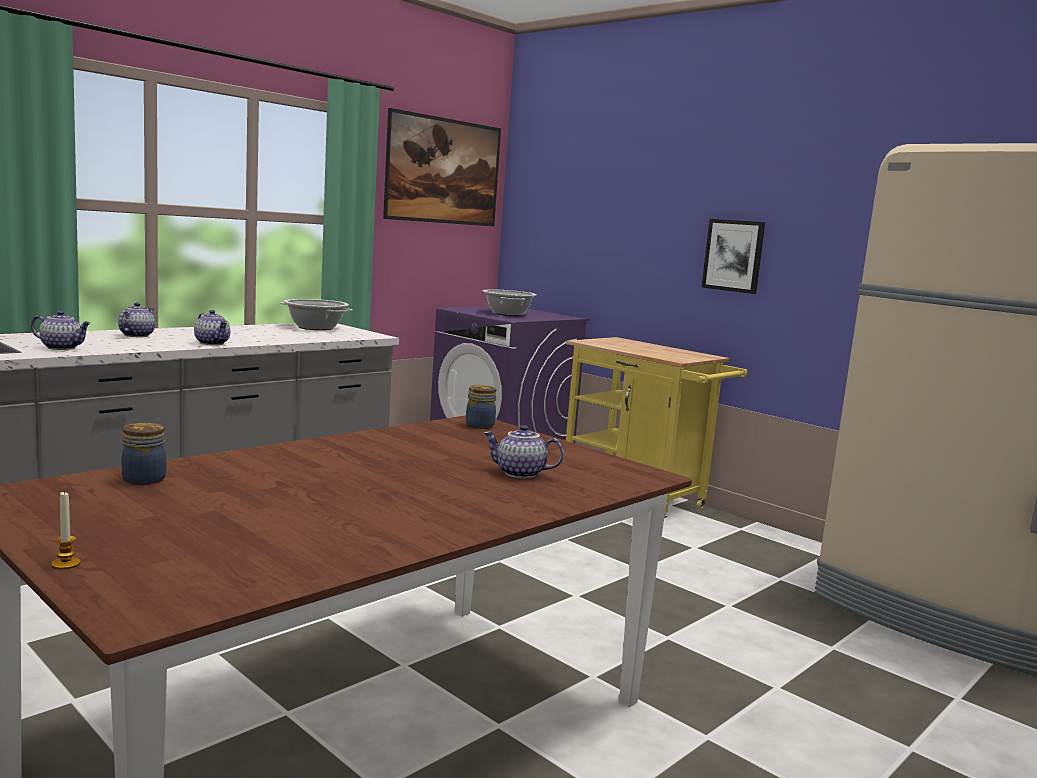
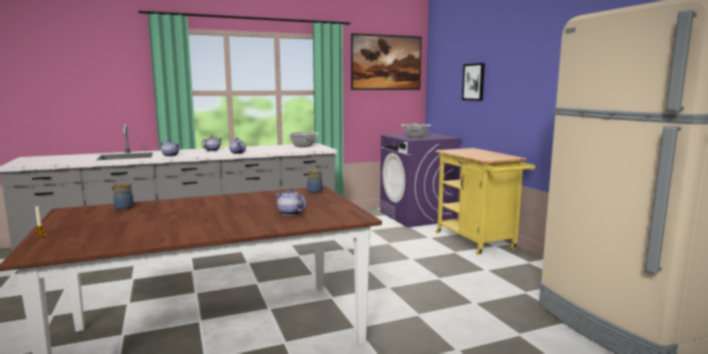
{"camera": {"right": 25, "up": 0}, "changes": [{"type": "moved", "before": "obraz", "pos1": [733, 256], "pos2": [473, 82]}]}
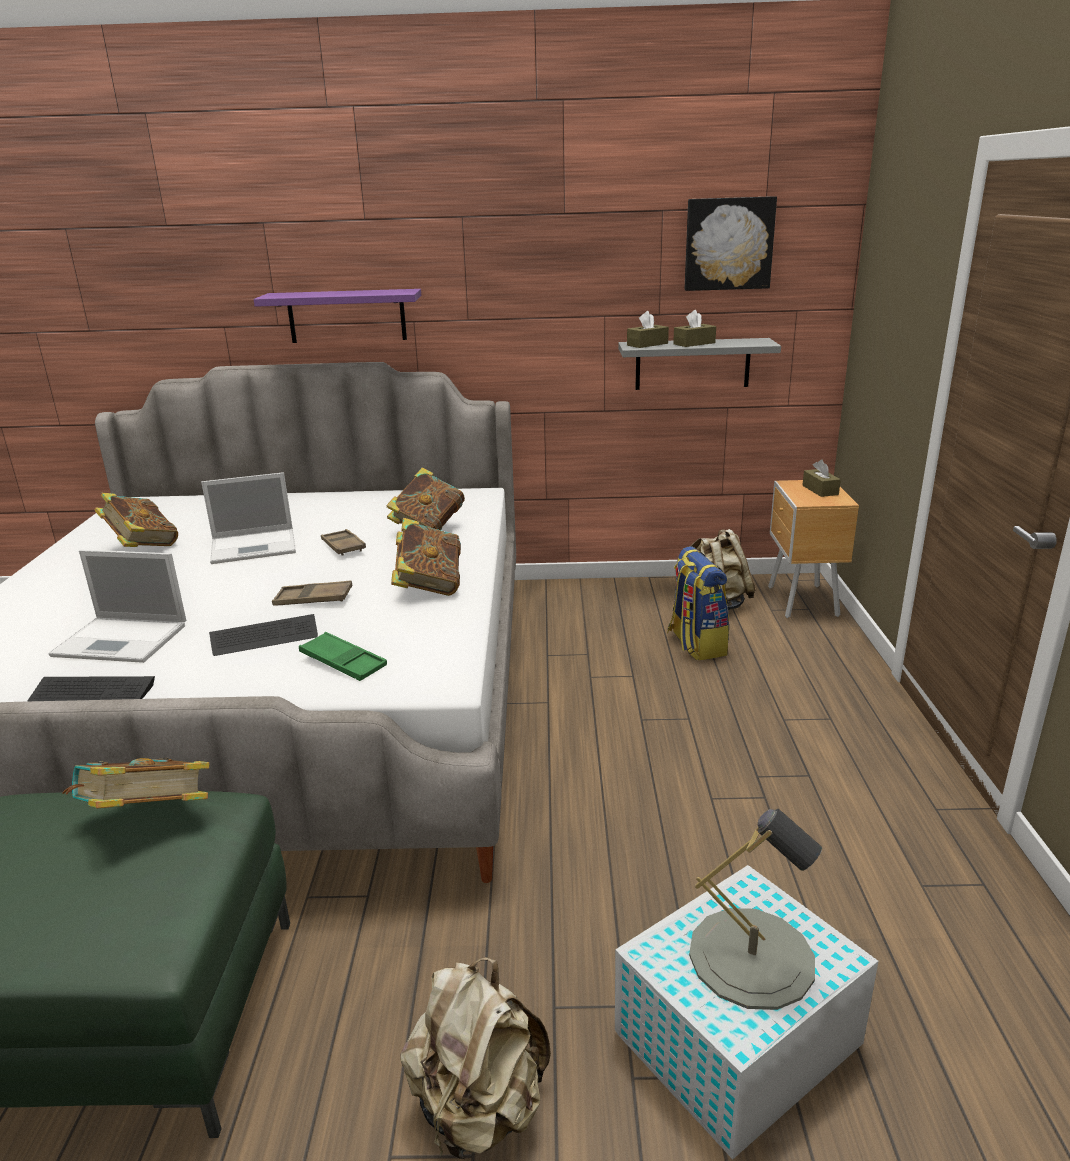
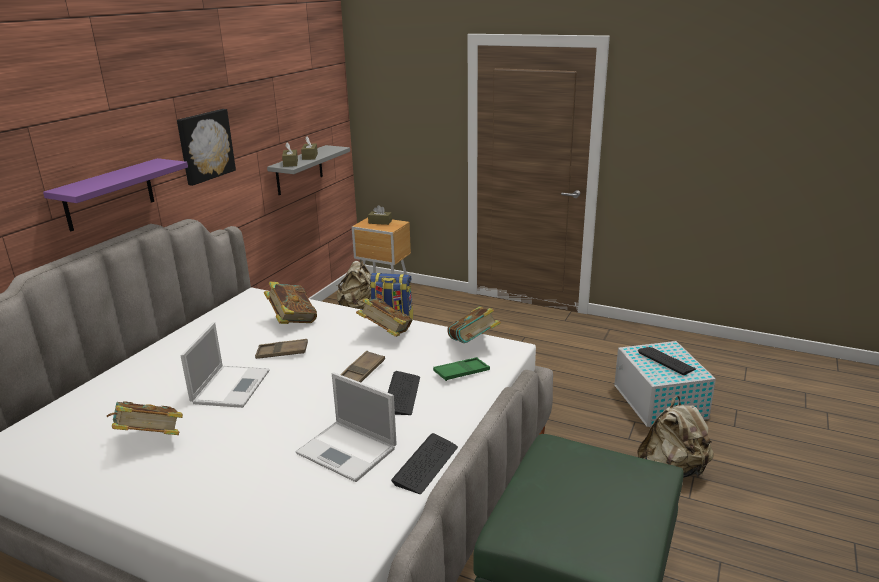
{"camera": {"right": -65, "up": 0}, "changes": [{"type": "turned", "before": "laptop", "pos1": [117, 606], "pos2": [346, 427], "turn": 90}, {"type": "moved", "before": "książka", "pos1": [136, 783], "pos2": [474, 324]}, {"type": "moved", "before": "obraz", "pos1": [731, 243], "pos2": [206, 147]}, {"type": "replaced", "before": "lampa stołowa [szary]", "after": "klawiatura", "pos1": [755, 909], "pos2": [667, 361]}]}
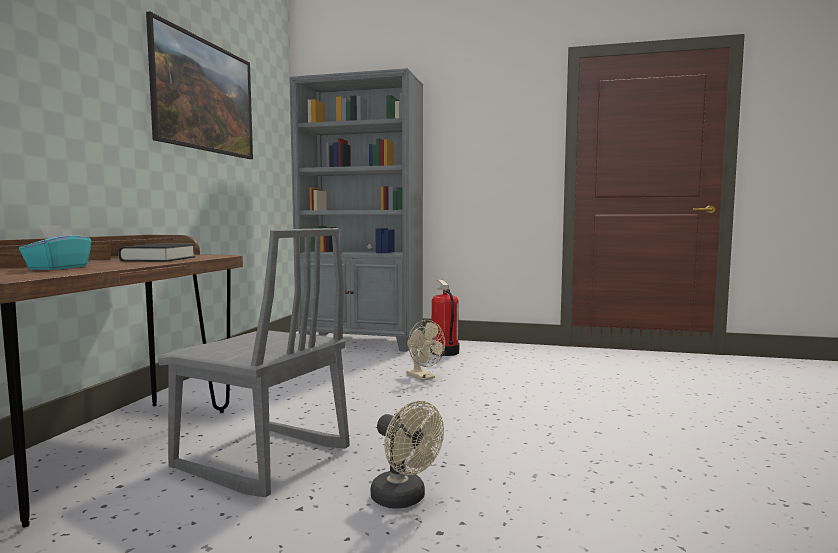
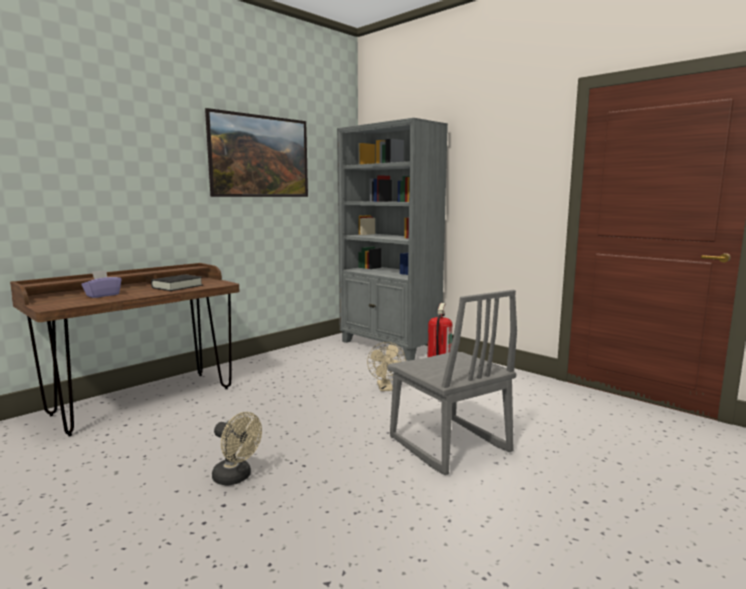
{"camera": {"right": 30, "up": 5}, "changes": [{"type": "recoloured", "before": "pudełko chusteczek [turkusowy]", "after": "pudełko chusteczek [fioletowy]", "pos1": [55, 247], "pos2": [101, 284]}, {"type": "moved", "before": "krzesło [szary]", "pos1": [254, 362], "pos2": [452, 382]}, {"type": "turned", "before": "wentylator [beżowy]", "pos1": [407, 454], "pos2": [237, 449], "turn": -45}]}
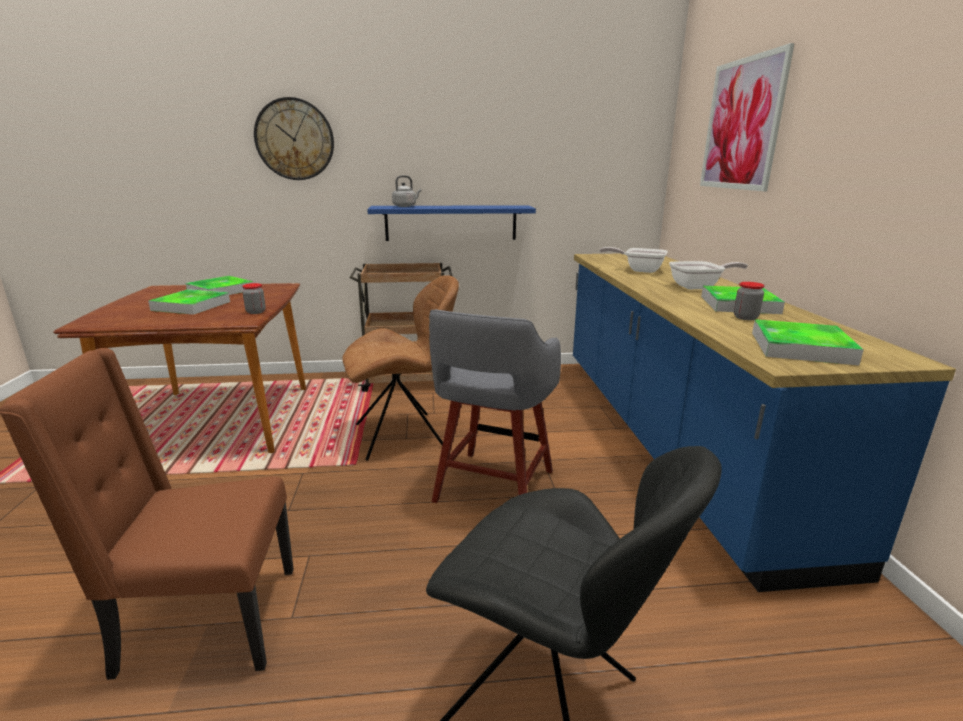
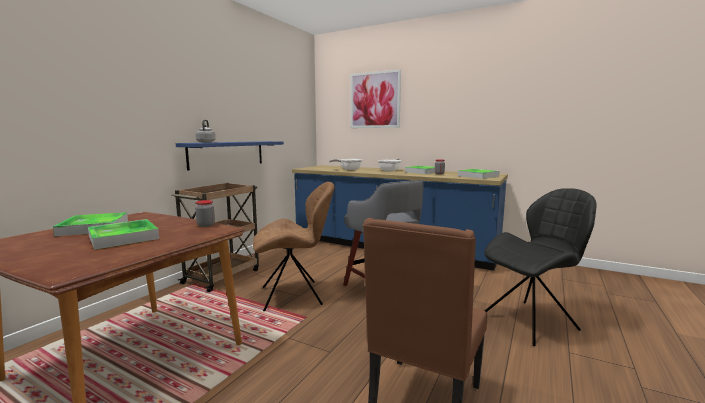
{"camera": {"right": -55, "up": -10}, "changes": [{"type": "removed", "before": "zegar ścienny", "pos1": [294, 138]}, {"type": "turned", "before": "krzesło [brązowy]", "pos1": [400, 368], "pos2": [294, 246], "turn": 60}]}
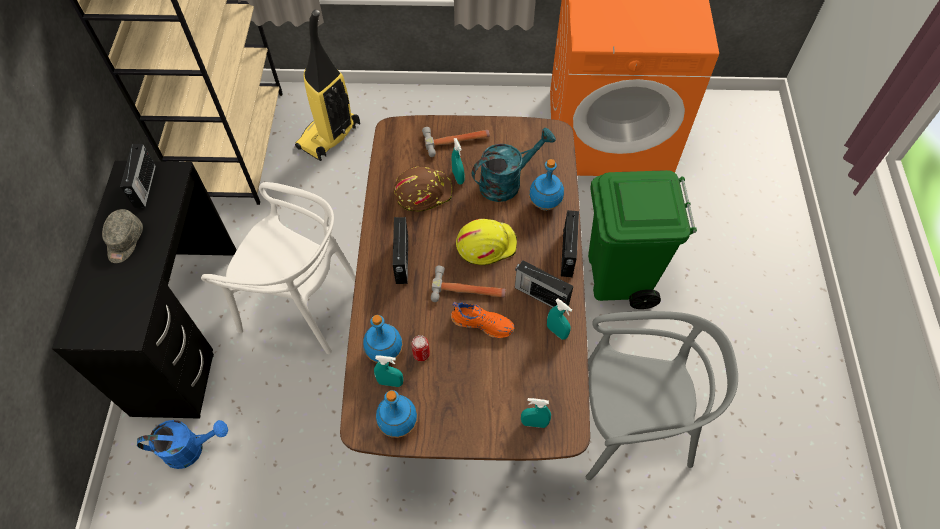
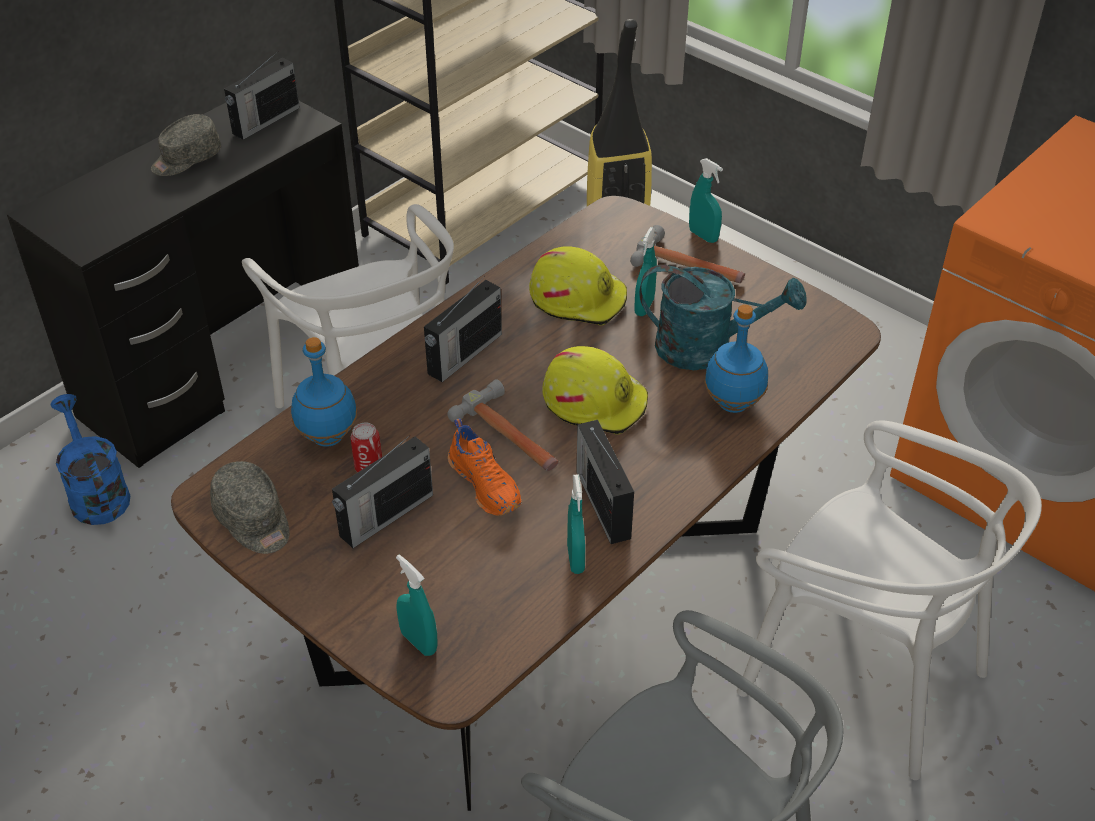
{"camera": {"right": 40, "up": -15}, "changes": [{"type": "turned", "before": "konewka [niebieski]", "pos1": [182, 444], "pos2": [90, 459], "turn": -150}, {"type": "moved", "before": "spryskiwacz [turkusowy]", "pos1": [388, 371], "pos2": [706, 200]}, {"type": "replaced", "before": "butelka [niebieski]", "after": "czapka z daszkiem [szary]", "pos1": [397, 414], "pos2": [249, 507]}, {"type": "recoloured", "before": "kask [brązowy]", "after": "kask [żółty]", "pos1": [423, 189], "pos2": [578, 285]}, {"type": "moved", "before": "radio", "pos1": [570, 243], "pos2": [382, 491]}, {"type": "replaced", "before": "kosz na śmieci [zielony]", "after": "krzesło [biały]", "pos1": [642, 239], "pos2": [889, 600]}]}
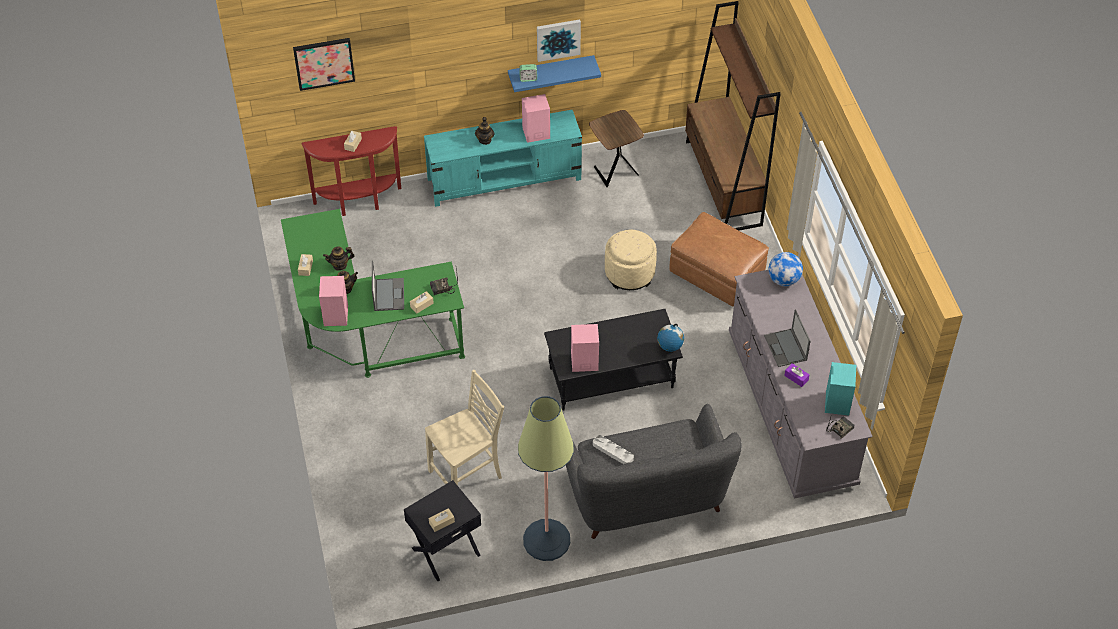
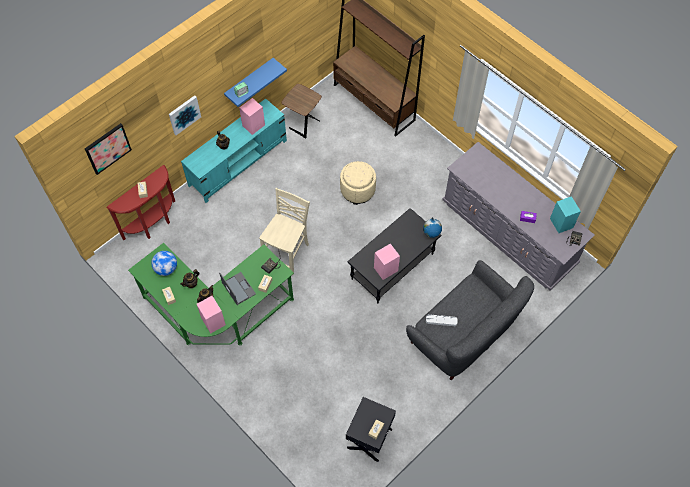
{"camera": {"right": -30, "up": 10}, "changes": [{"type": "moved", "before": "krzesło [beżowy]", "pos1": [464, 428], "pos2": [284, 230]}, {"type": "removed", "before": "lampa stojąca", "pos1": [546, 478]}, {"type": "moved", "before": "obraz", "pos1": [559, 40], "pos2": [185, 115]}, {"type": "removed", "before": "pufa [brązowy]", "pos1": [719, 259]}, {"type": "removed", "before": "laptop", "pos1": [787, 338]}, {"type": "moved", "before": "globus", "pos1": [785, 269], "pos2": [164, 263]}]}
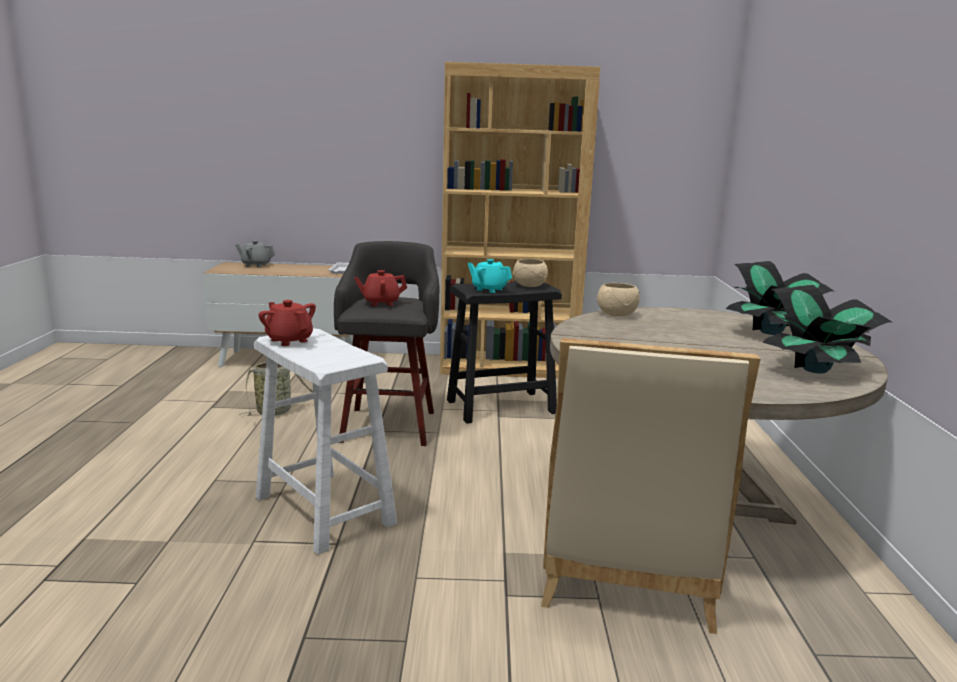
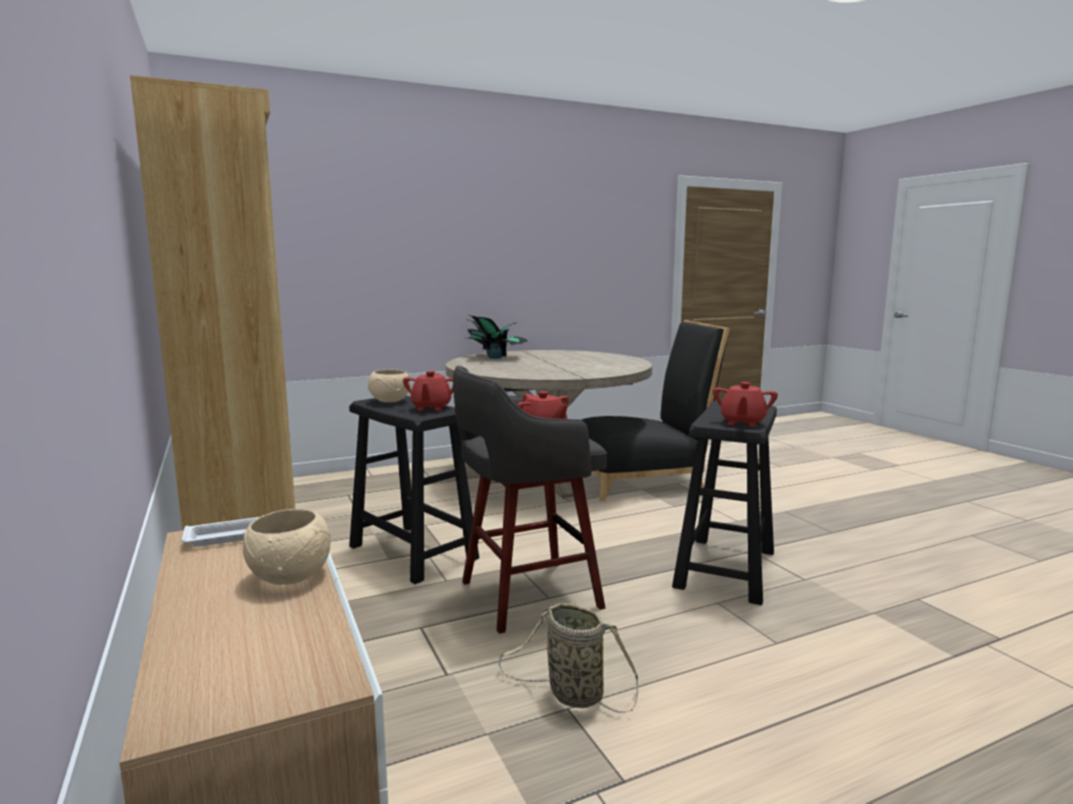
{"camera": {"right": -115, "up": -5}, "changes": [{"type": "removed", "before": "imbryk [szary]", "pos1": [255, 254]}, {"type": "recoloured", "before": "stołek [biały]", "after": "stołek [czarny]", "pos1": [325, 441], "pos2": [724, 503]}, {"type": "recoloured", "before": "imbryk [turkusowy]", "after": "imbryk [czerwony]", "pos1": [490, 276], "pos2": [428, 391]}, {"type": "recoloured", "before": "krzesło [beżowy]", "after": "krzesło [czarny]", "pos1": [651, 486], "pos2": [655, 410]}, {"type": "moved", "before": "miska [beżowy]", "pos1": [618, 299], "pos2": [287, 547]}, {"type": "removed", "before": "roślina doniczkowa", "pos1": [828, 329]}]}
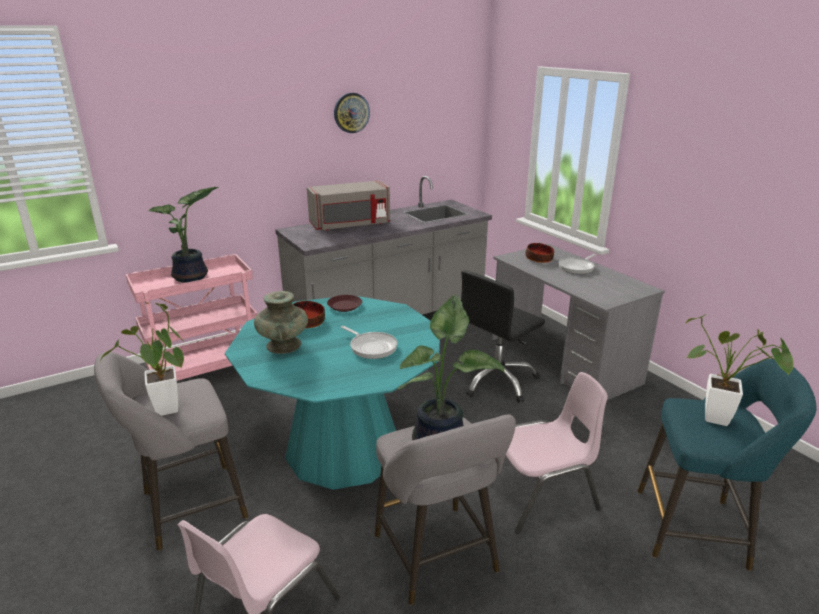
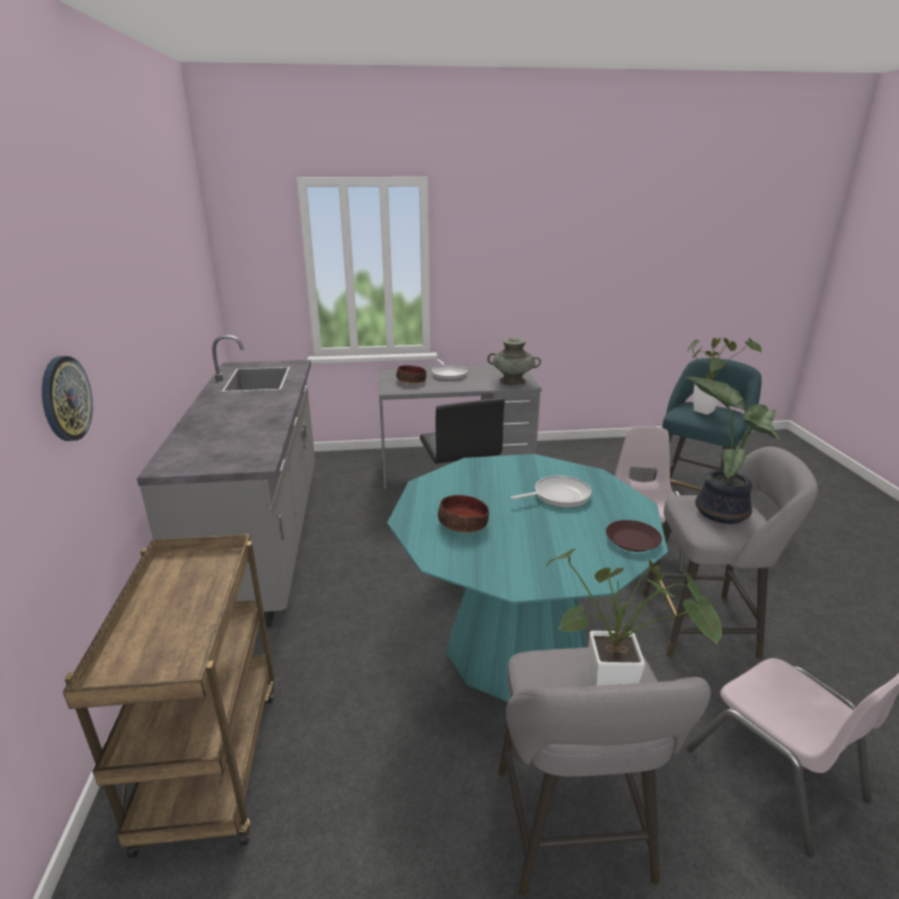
{"camera": {"right": -65, "up": 0}, "changes": [{"type": "recoloured", "before": "wózek [różowy]", "after": "wózek [brązowy]", "pos1": [191, 317], "pos2": [168, 696]}, {"type": "removed", "before": "roślina doniczkowa", "pos1": [183, 235]}, {"type": "moved", "before": "wazon [turkusowy]", "pos1": [281, 322], "pos2": [514, 362]}, {"type": "removed", "before": "mikrofalówka [szary]", "pos1": [348, 205]}, {"type": "moved", "before": "talerz [brązowy]", "pos1": [344, 303], "pos2": [634, 536]}, {"type": "moved", "before": "zegar ścienny", "pos1": [352, 113], "pos2": [67, 398]}]}
